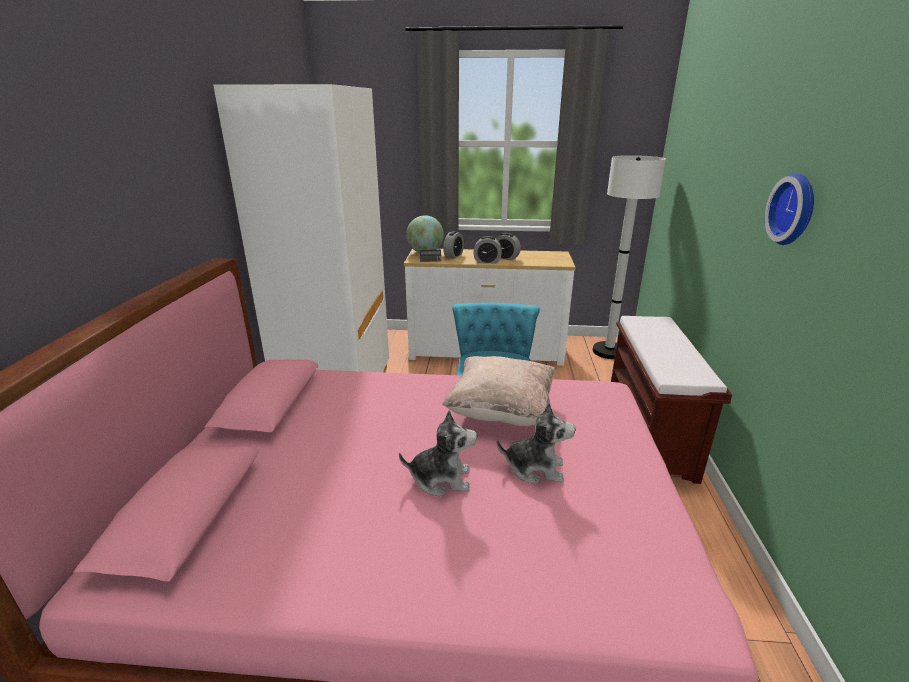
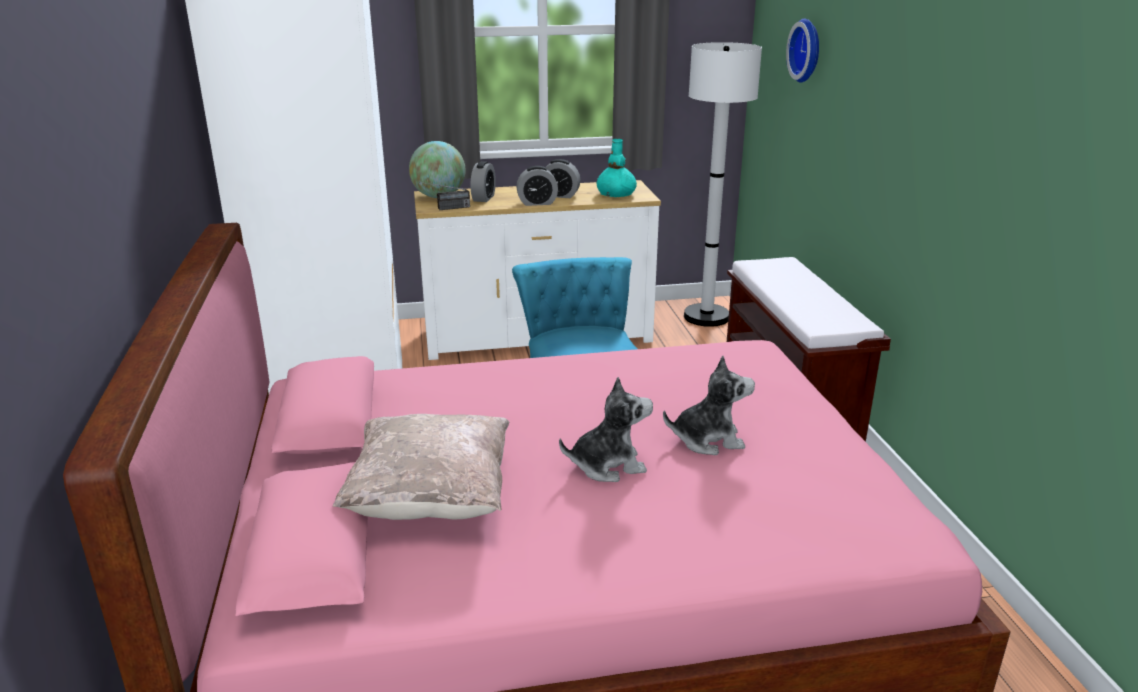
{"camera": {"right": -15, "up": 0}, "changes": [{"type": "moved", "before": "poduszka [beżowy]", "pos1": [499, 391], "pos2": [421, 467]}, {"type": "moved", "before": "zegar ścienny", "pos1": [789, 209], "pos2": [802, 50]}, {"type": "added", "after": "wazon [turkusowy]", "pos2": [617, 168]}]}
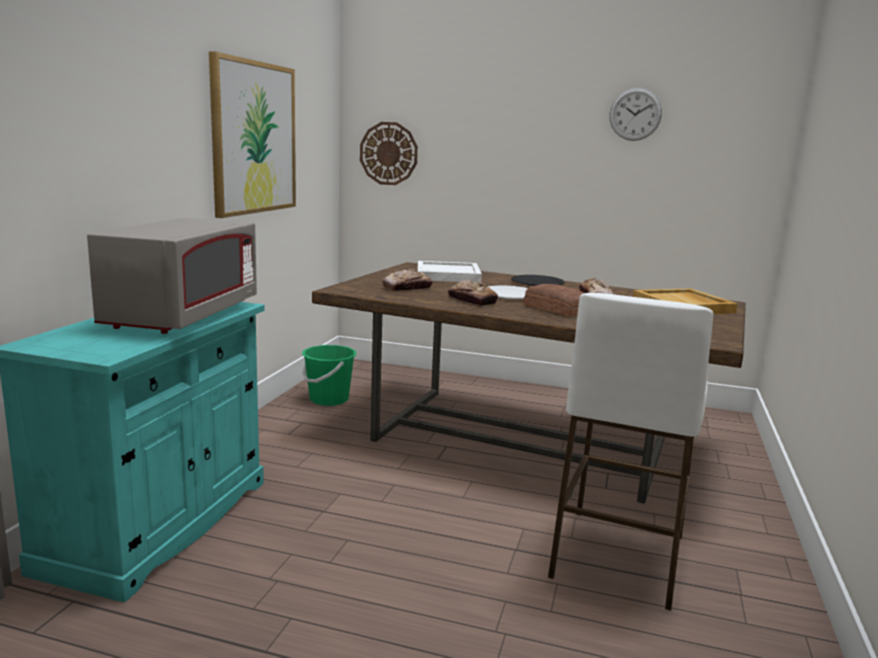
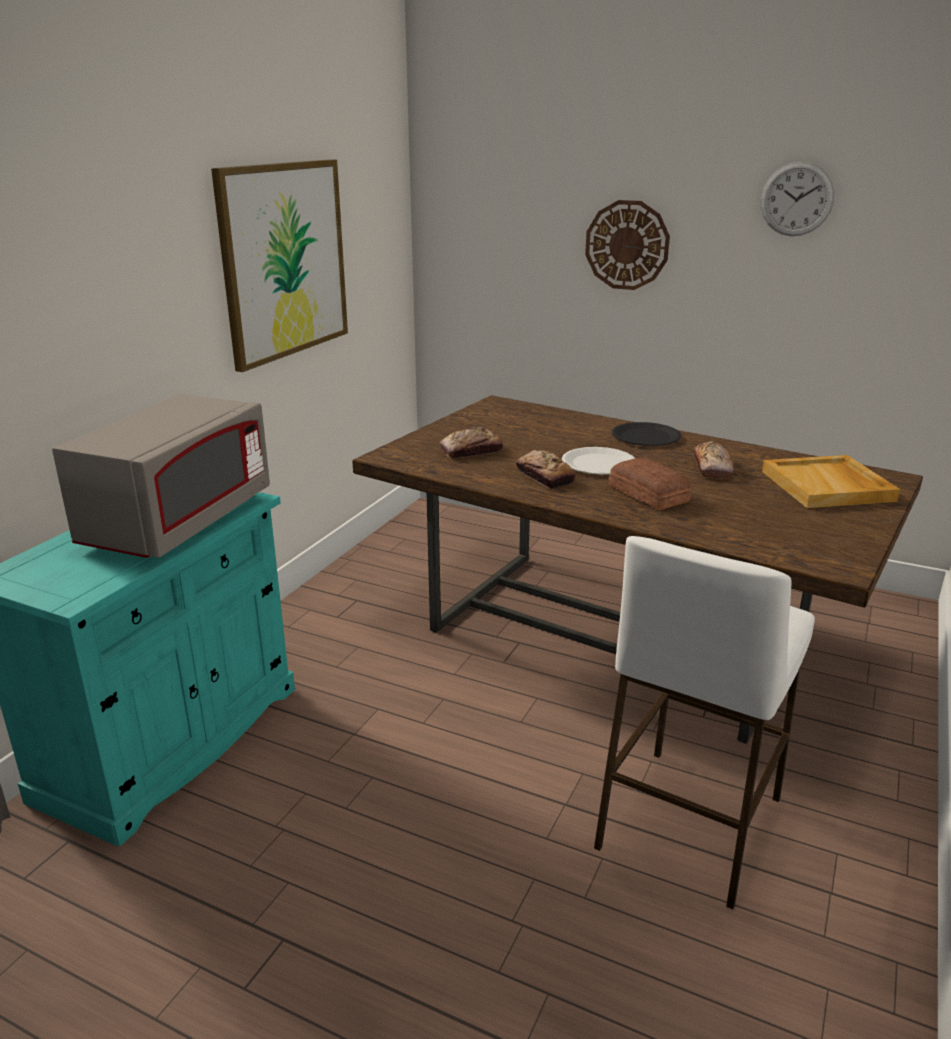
{"camera": {"right": 10, "up": 10}, "changes": [{"type": "removed", "before": "wiadro [zielony]", "pos1": [329, 375]}, {"type": "moved", "before": "zegar ścienny", "pos1": [389, 153], "pos2": [627, 245]}, {"type": "removed", "before": "taca [biały]", "pos1": [450, 271]}]}
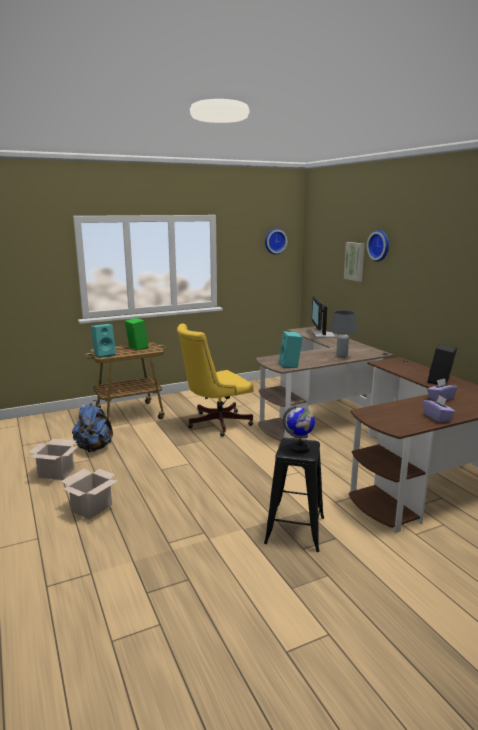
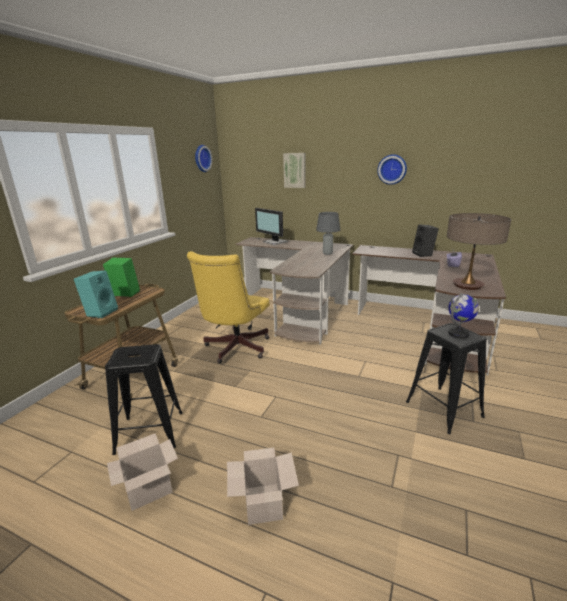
{"camera": {"right": -40, "up": 5}, "changes": [{"type": "replaced", "before": "plecak [niebieski]", "after": "stołek [czarny]", "pos1": [92, 426], "pos2": [144, 399]}, {"type": "removed", "before": "głośnik [turkusowy]", "pos1": [291, 349]}, {"type": "moved", "before": "zegar ścienny", "pos1": [378, 246], "pos2": [392, 169]}, {"type": "removed", "before": "pudełko chusteczek [fioletowy]", "pos1": [439, 409]}, {"type": "added", "after": "lampa stołowa", "pos2": [479, 251]}]}
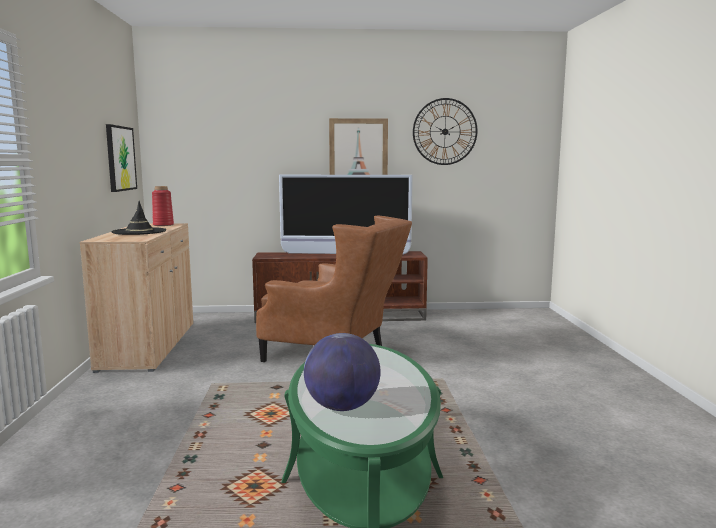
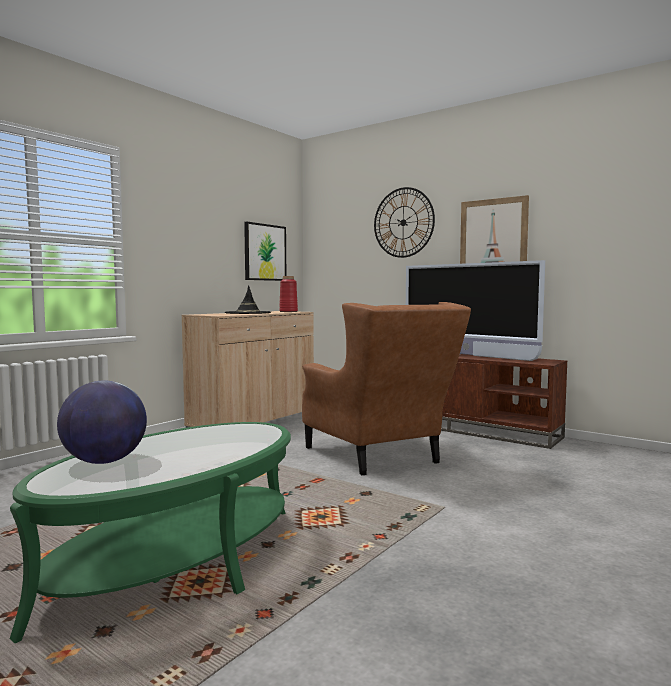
{"camera": {"right": 40, "up": -5}, "changes": [{"type": "moved", "before": "zegar ścienny", "pos1": [445, 131], "pos2": [404, 222]}]}
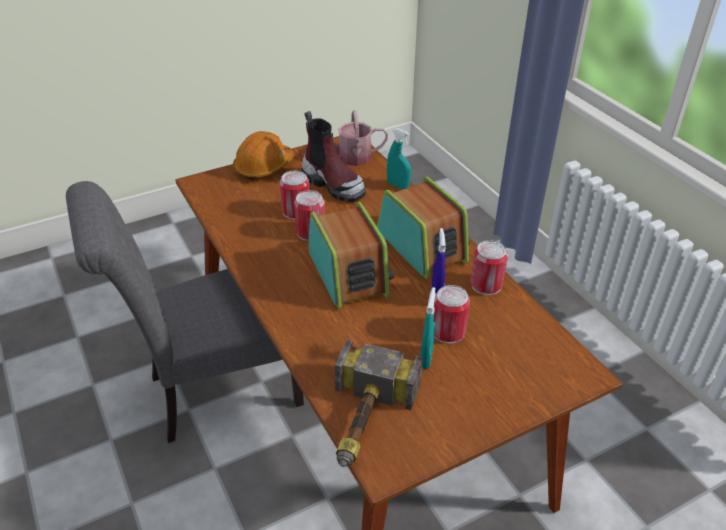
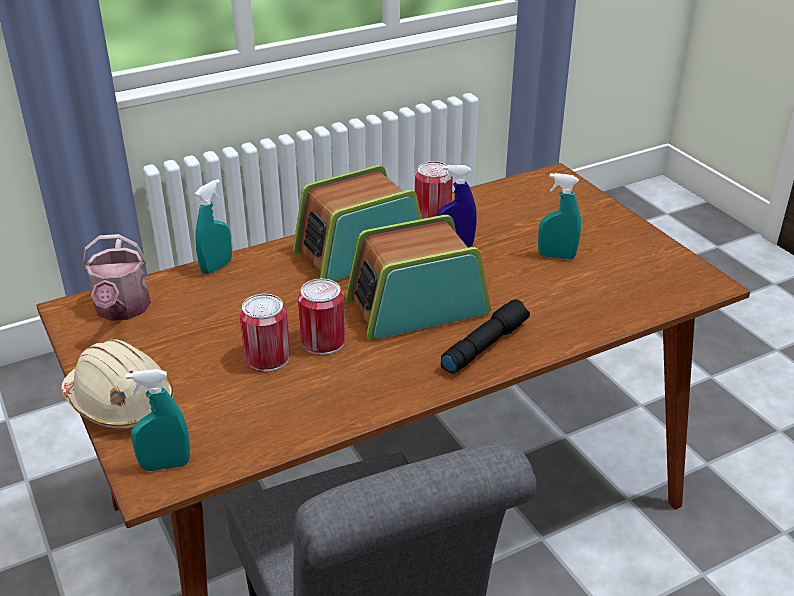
{"camera": {"right": -90, "up": -5}, "changes": [{"type": "recoloured", "before": "kask [pomarańczowy]", "after": "kask [beżowy]", "pos1": [263, 155], "pos2": [117, 384]}, {"type": "removed", "before": "but z cholewką", "pos1": [333, 156]}, {"type": "removed", "before": "młotek", "pos1": [379, 403]}, {"type": "removed", "before": "puszka", "pos1": [452, 314]}, {"type": "added", "after": "spryskiwacz [turkusowy]", "pos2": [158, 420]}, {"type": "added", "after": "latarka [czarny]", "pos2": [485, 336]}]}
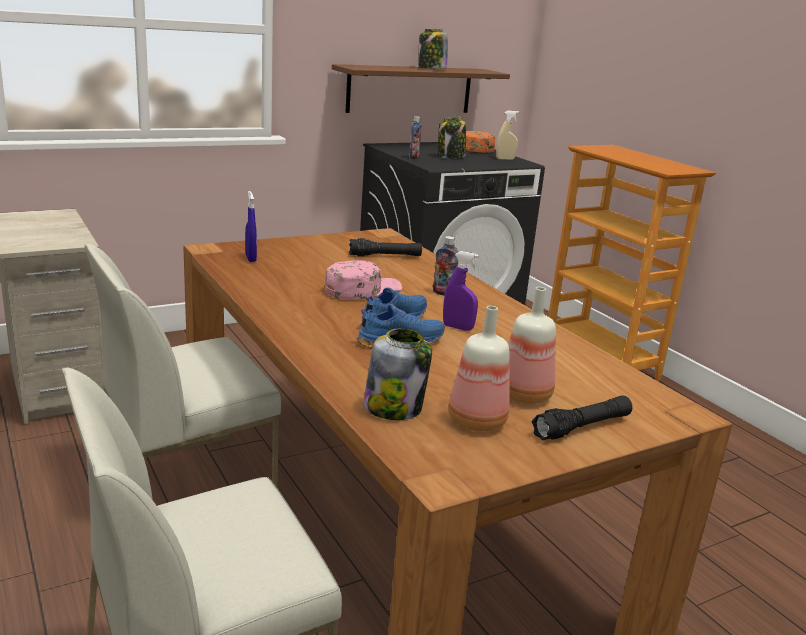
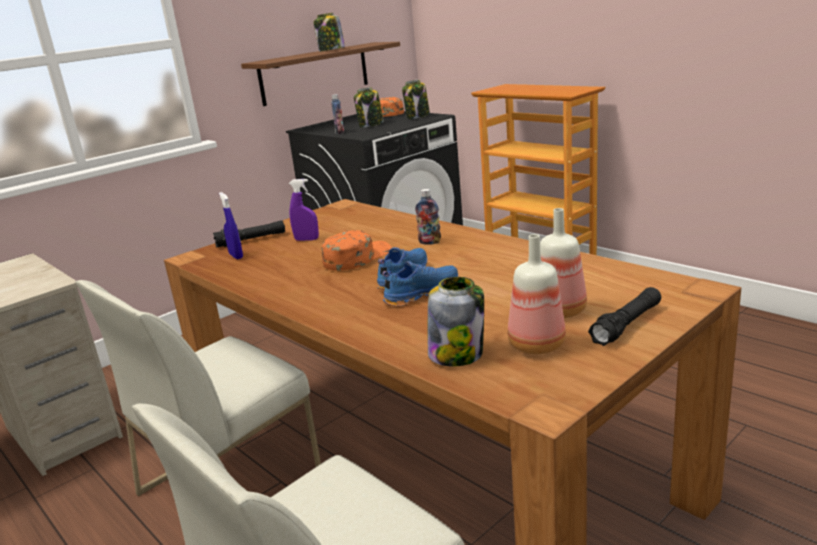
{"camera": {"right": -10, "up": 0}, "changes": [{"type": "recoloured", "before": "czapka z daszkiem [różowy]", "after": "czapka z daszkiem [pomarańczowy]", "pos1": [363, 280], "pos2": [356, 250]}, {"type": "moved", "before": "latarka [czarny]", "pos1": [385, 247], "pos2": [249, 234]}, {"type": "moved", "before": "spryskiwacz [fioletowy]", "pos1": [461, 290], "pos2": [304, 210]}, {"type": "replaced", "before": "spryskiwacz [beżowy]", "after": "słoik", "pos1": [507, 135], "pos2": [416, 99]}]}
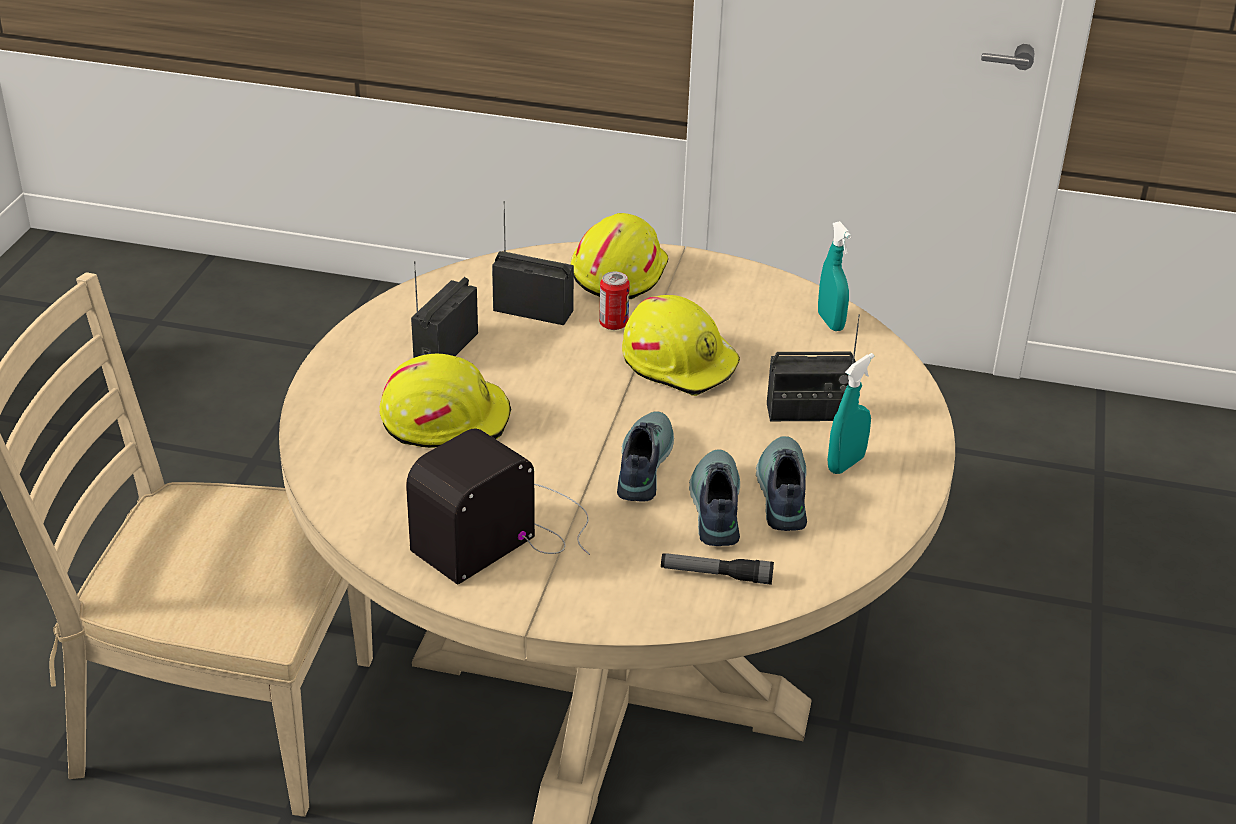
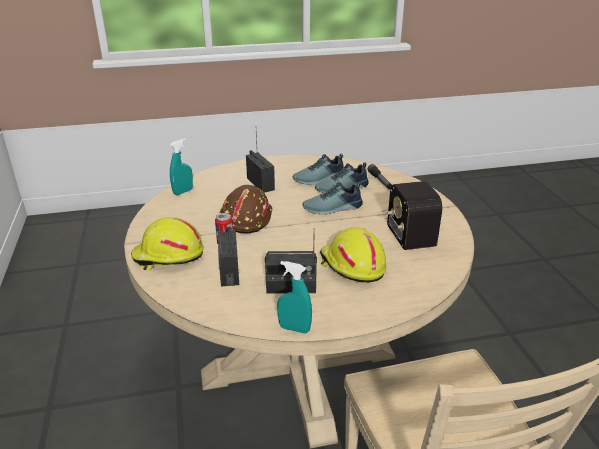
{"camera": {"right": -115, "up": -5}, "changes": [{"type": "turned", "before": "radio", "pos1": [498, 506], "pos2": [410, 215], "turn": 60}, {"type": "recoloured", "before": "kask [żółty]", "after": "kask [brązowy]", "pos1": [681, 345], "pos2": [246, 209]}, {"type": "moved", "before": "spryskiwacz [turkusowy]", "pos1": [851, 413], "pos2": [294, 297]}]}
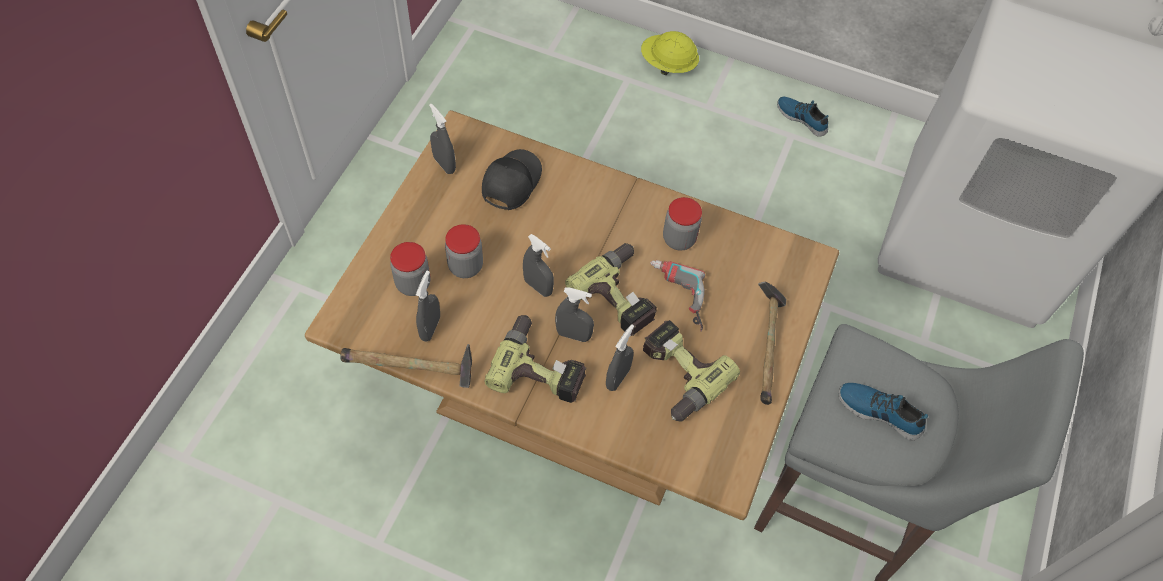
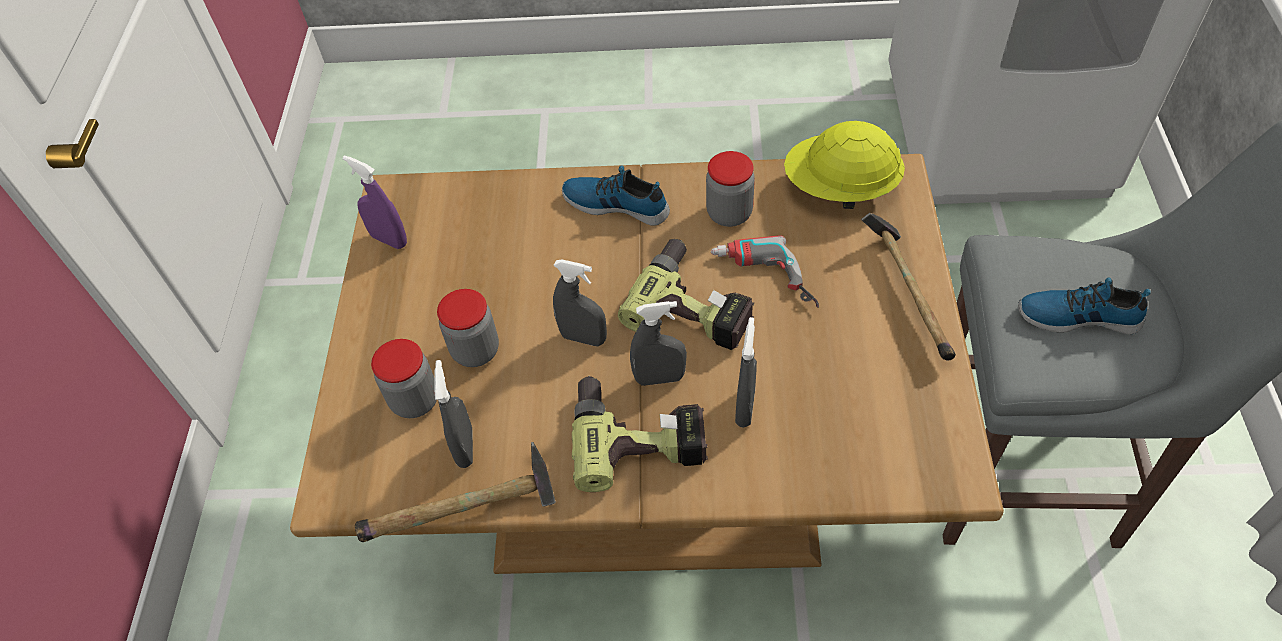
{"camera": {"right": -15, "up": -5}, "changes": [{"type": "recoloured", "before": "spryskiwacz [szary]", "after": "spryskiwacz [fioletowy]", "pos1": [442, 139], "pos2": [375, 202]}, {"type": "removed", "before": "czapka z daszkiem [czarny]", "pos1": [512, 179]}, {"type": "moved", "before": "kask [żółty]", "pos1": [670, 53], "pos2": [844, 165]}, {"type": "removed", "before": "wiertarka", "pos1": [691, 371]}, {"type": "moved", "before": "but", "pos1": [803, 117], "pos2": [616, 195]}]}
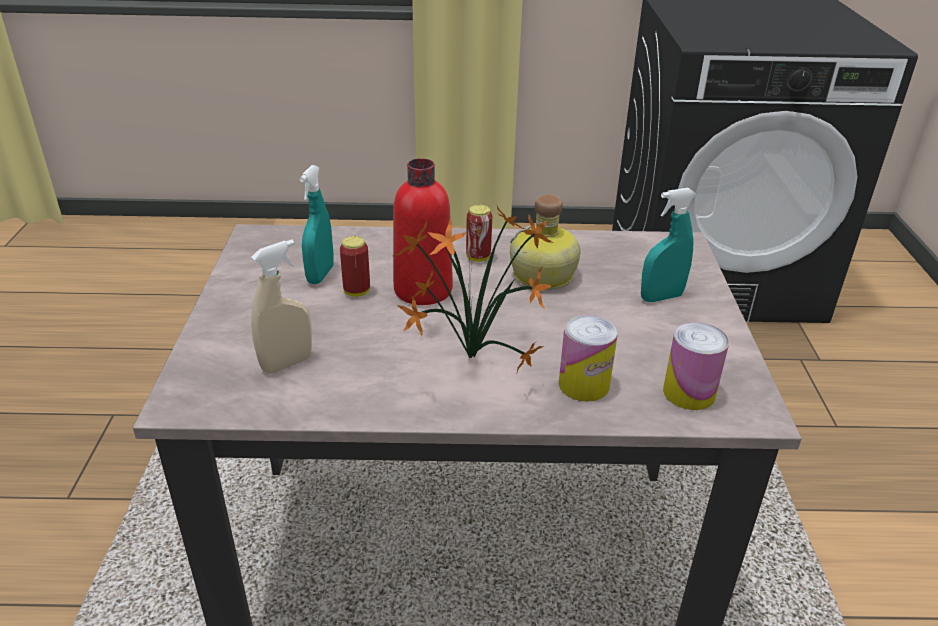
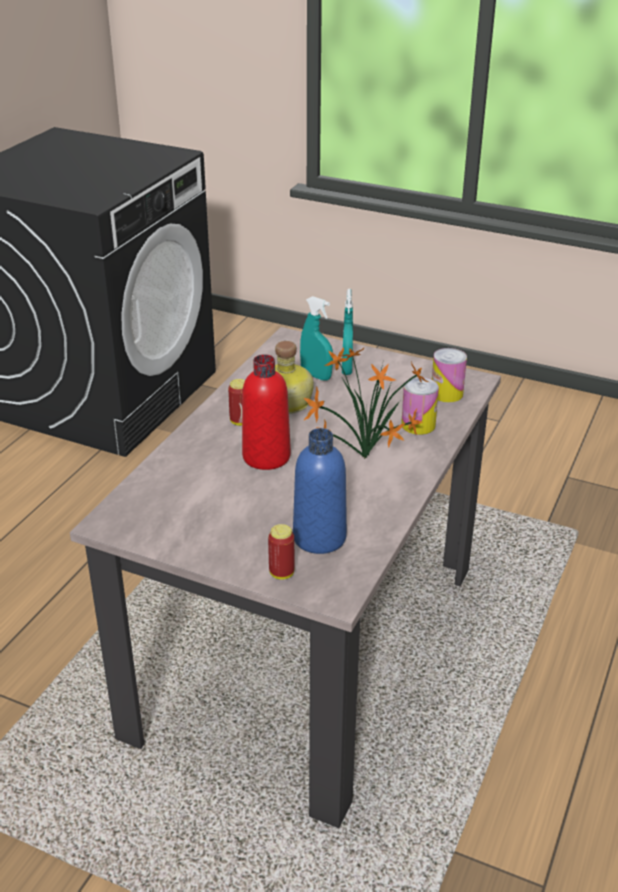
{"camera": {"right": -65, "up": 0}, "changes": [{"type": "replaced", "before": "spryskiwacz [beżowy]", "after": "butelka [niebieski]", "pos1": [281, 307], "pos2": [320, 491]}, {"type": "moved", "before": "spryskiwacz [turkusowy]", "pos1": [316, 224], "pos2": [316, 338]}, {"type": "moved", "before": "puszka", "pos1": [355, 266], "pos2": [281, 552]}]}
